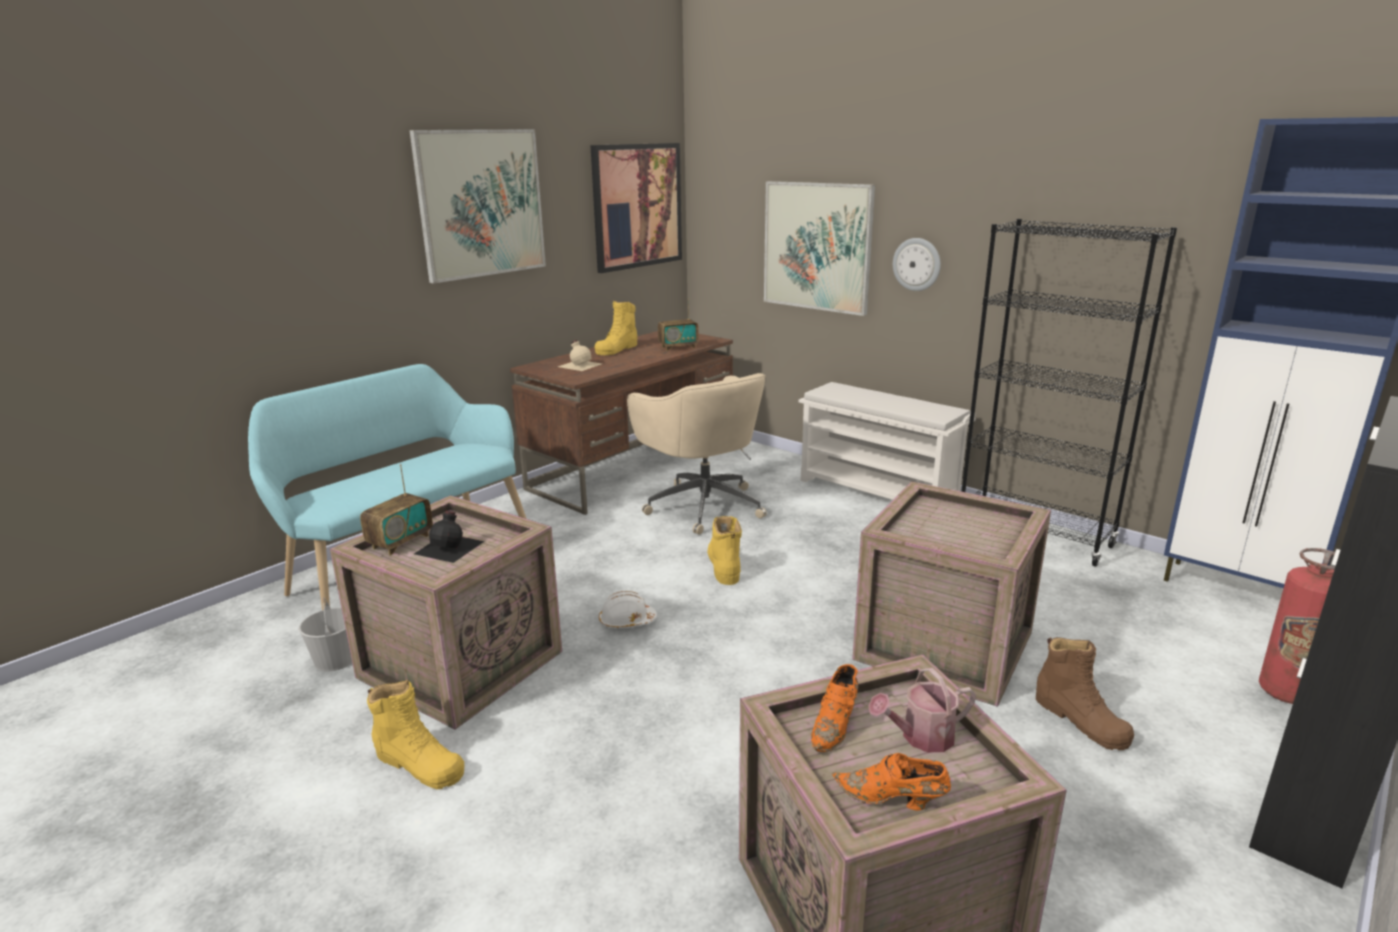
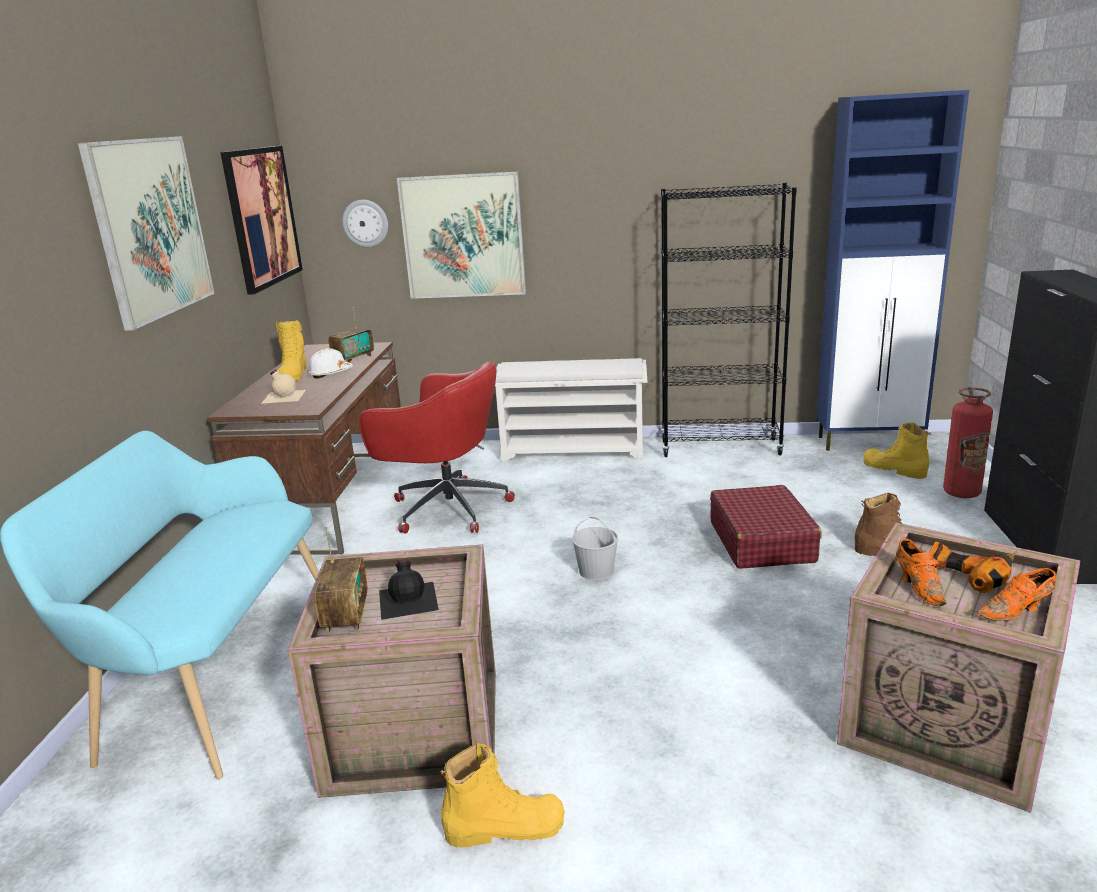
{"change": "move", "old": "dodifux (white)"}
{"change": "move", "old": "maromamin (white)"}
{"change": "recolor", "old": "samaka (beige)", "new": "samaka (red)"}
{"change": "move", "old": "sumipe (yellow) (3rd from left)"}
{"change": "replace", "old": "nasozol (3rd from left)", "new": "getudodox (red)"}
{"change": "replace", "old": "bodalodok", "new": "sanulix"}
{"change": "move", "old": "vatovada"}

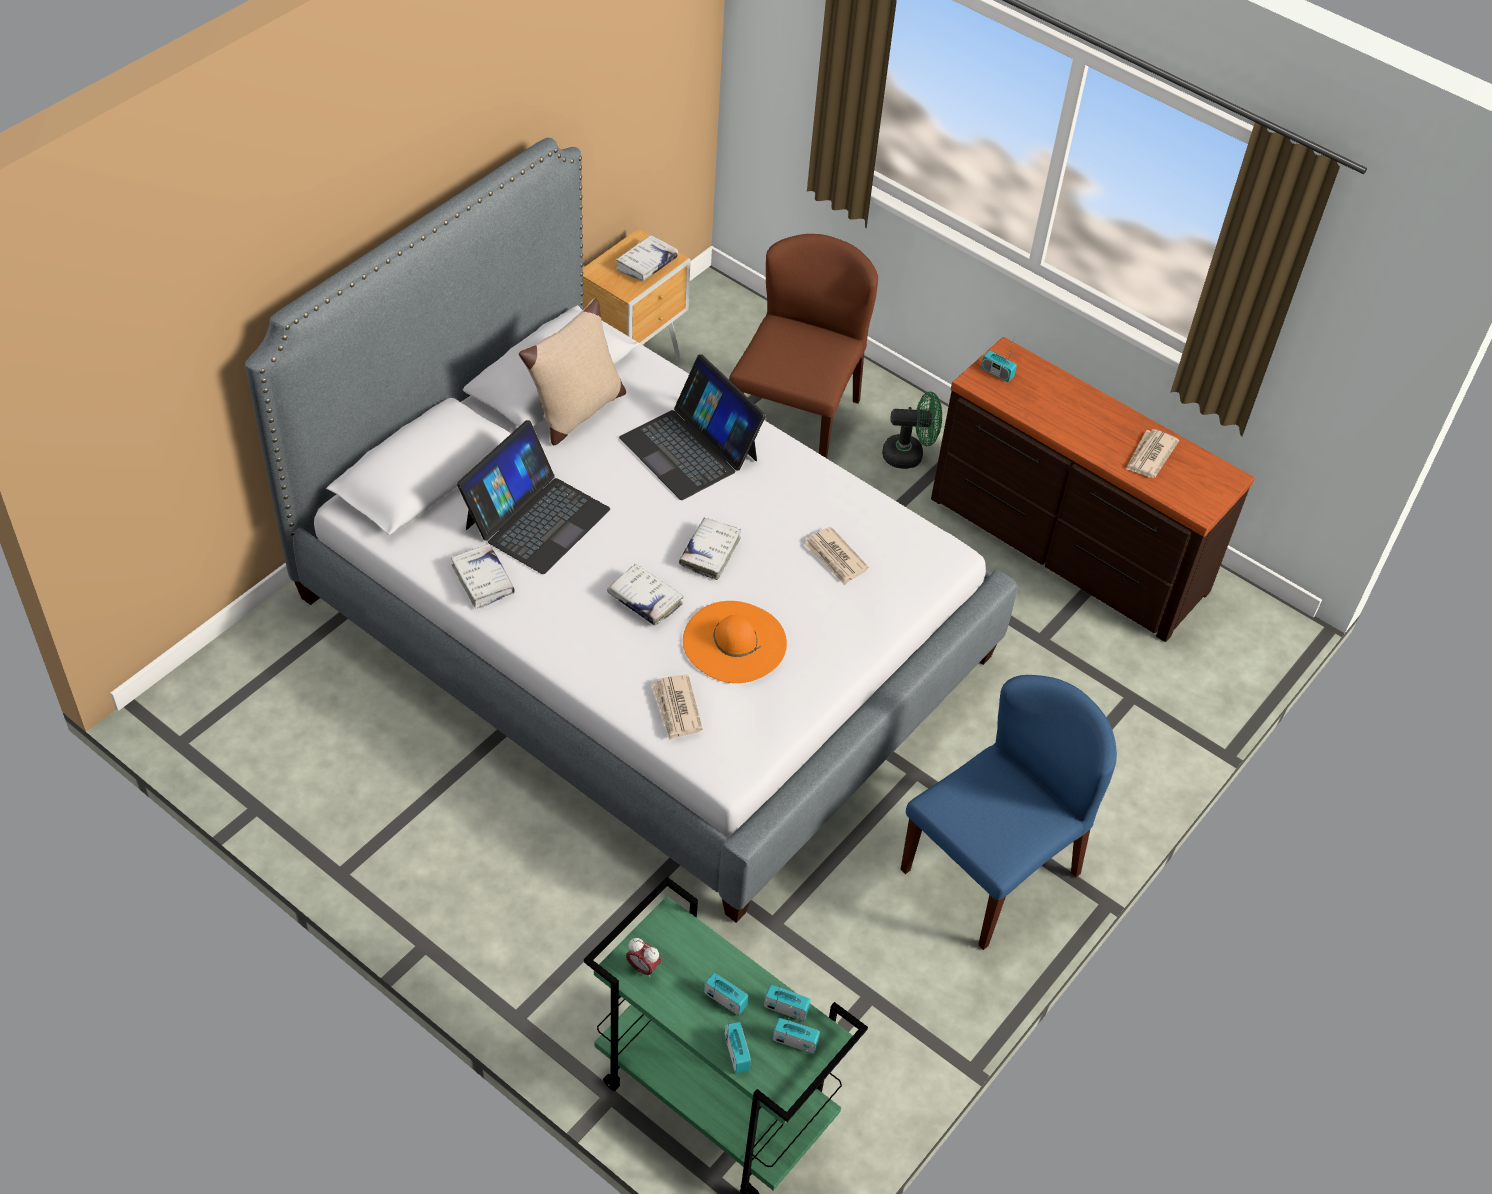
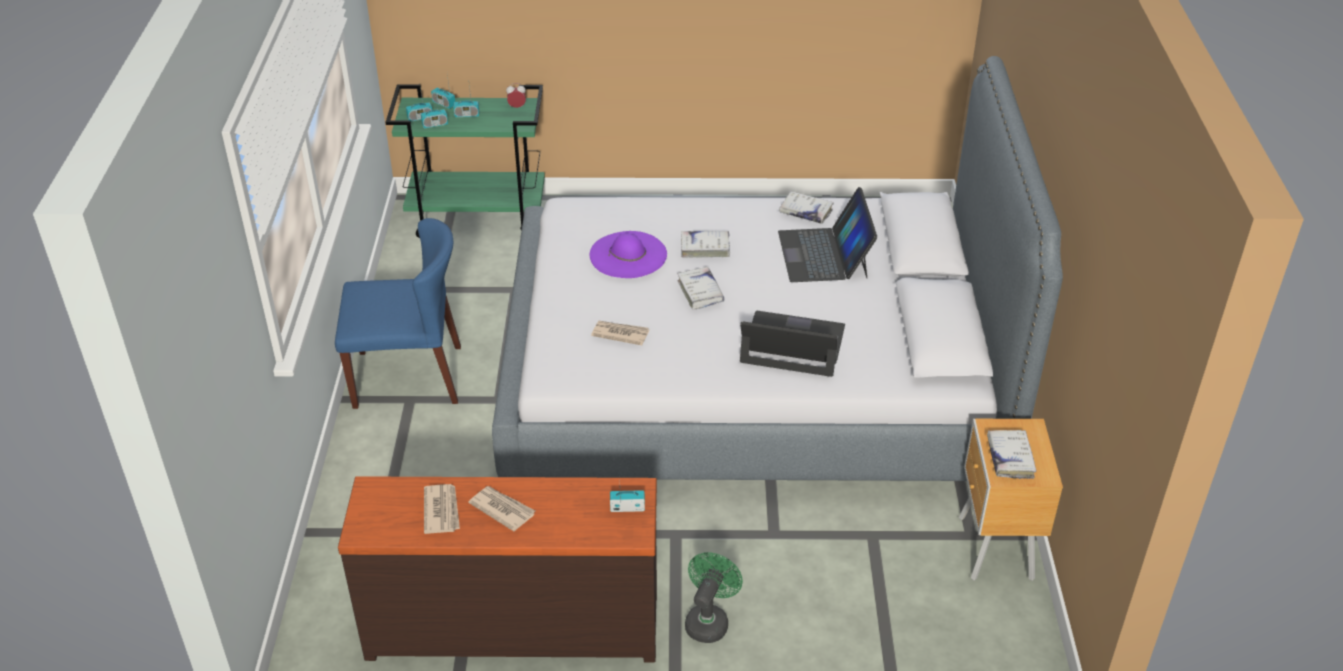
{"change": "delete", "old": "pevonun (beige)"}
{"change": "move", "old": "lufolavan (1st from left in the first image)", "new": "lufolavan (2nd from left)"}
{"change": "recolor", "old": "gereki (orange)", "new": "gereki (purple)"}
{"change": "delete", "old": "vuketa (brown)"}
{"change": "rotate", "old": "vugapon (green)", "degrees": 150}
{"change": "rotate", "old": "vuketa (blue)", "degrees": -105}

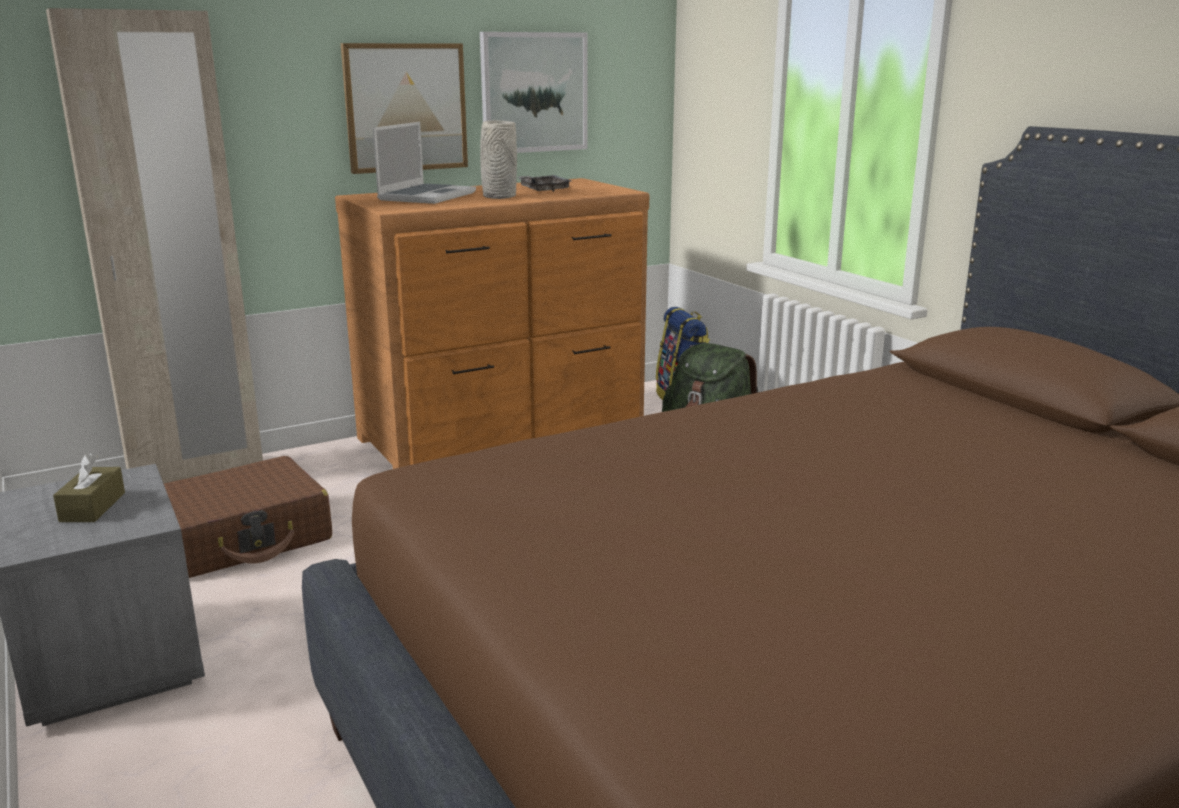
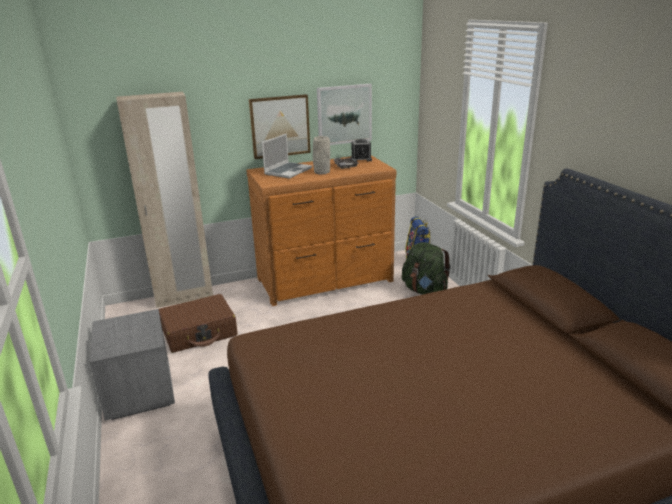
{"change": "delete", "old": "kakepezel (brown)"}
{"change": "insert", "new": "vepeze"}

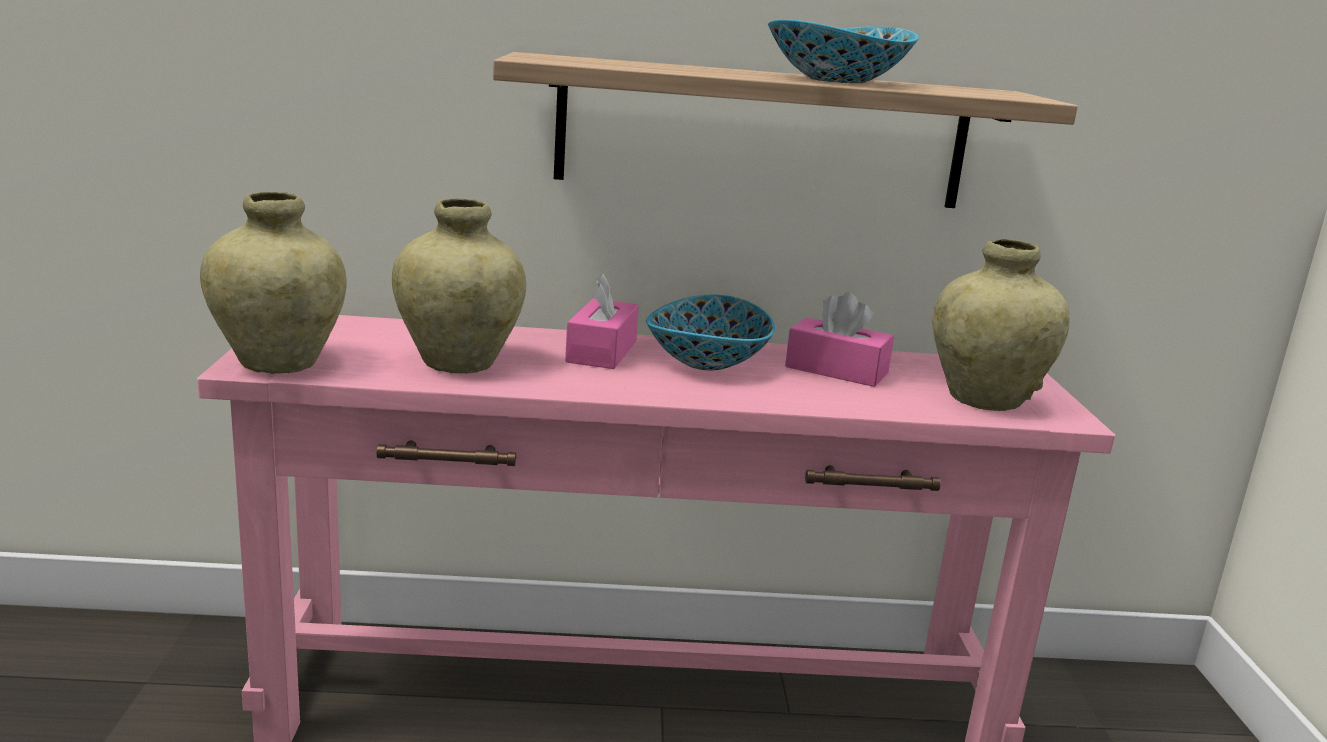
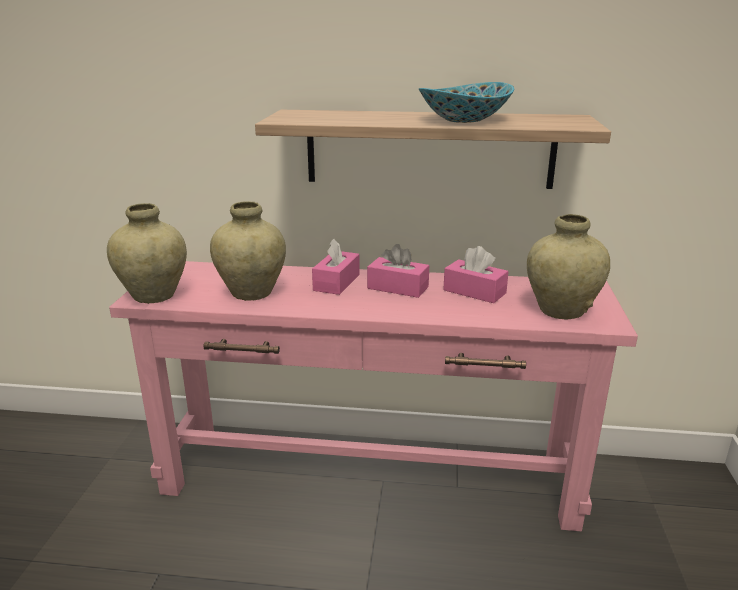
{"change": "replace", "old": "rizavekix (1st from left)", "new": "kakepezel (pink) (2nd from left)"}

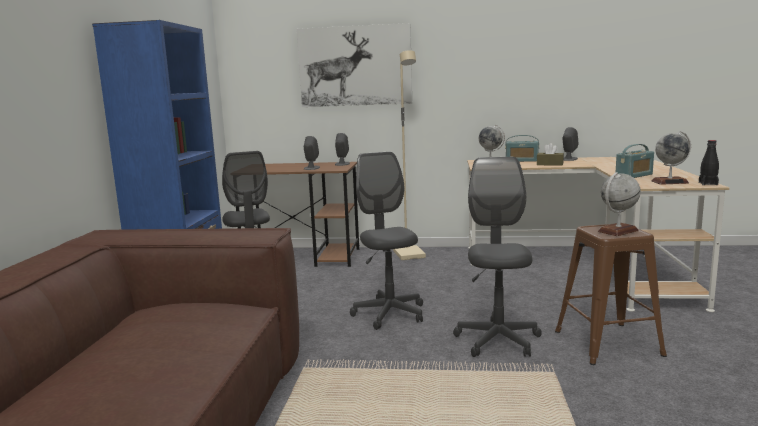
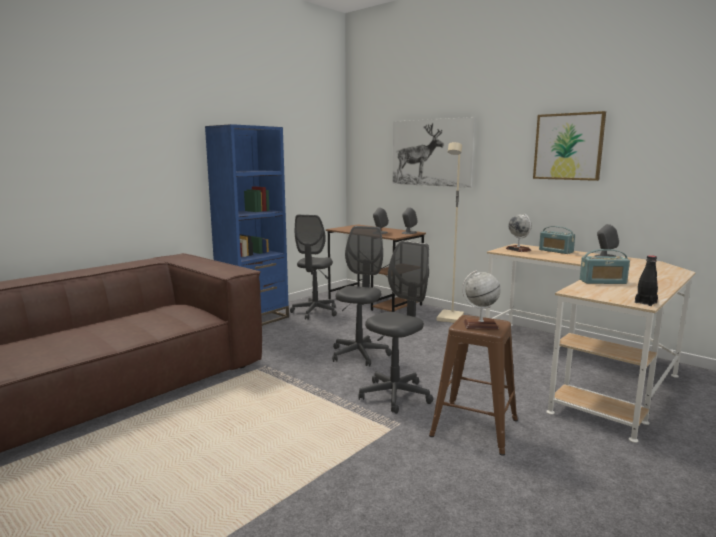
{"change": "delete", "old": "kakepezel (brown)"}
{"change": "delete", "old": "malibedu (3rd from left)"}
{"change": "insert", "new": "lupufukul (2nd from left)"}

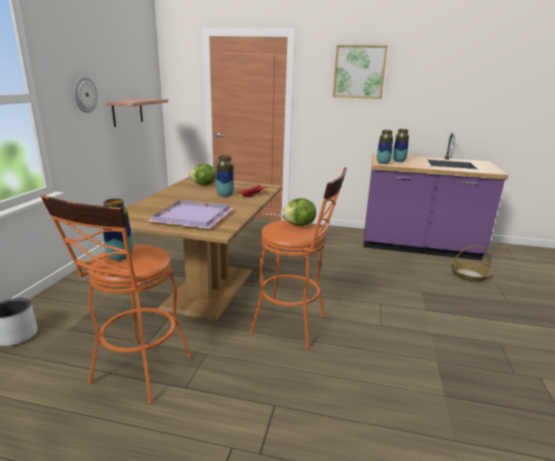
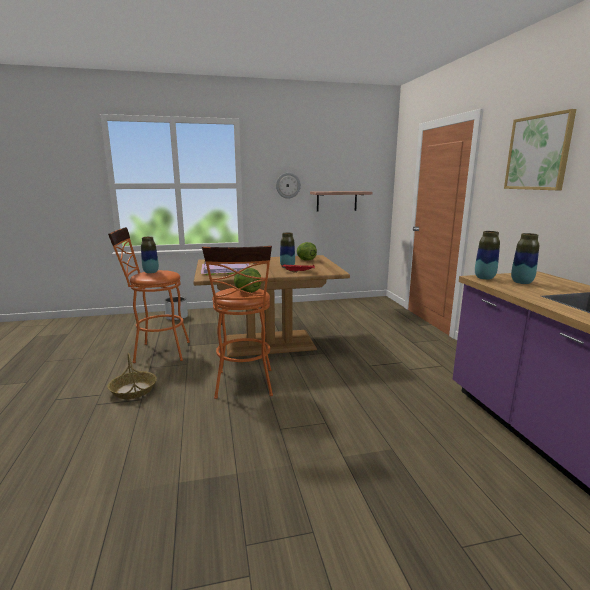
{"change": "move", "old": "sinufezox"}

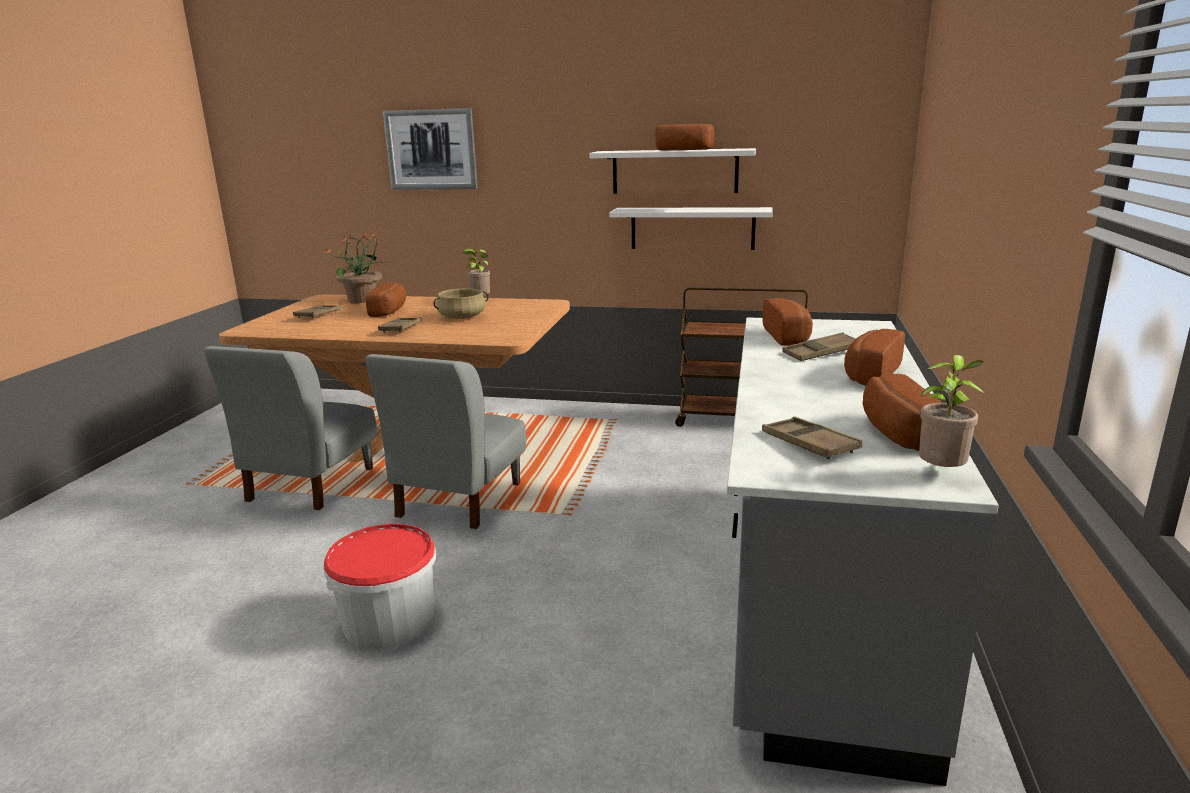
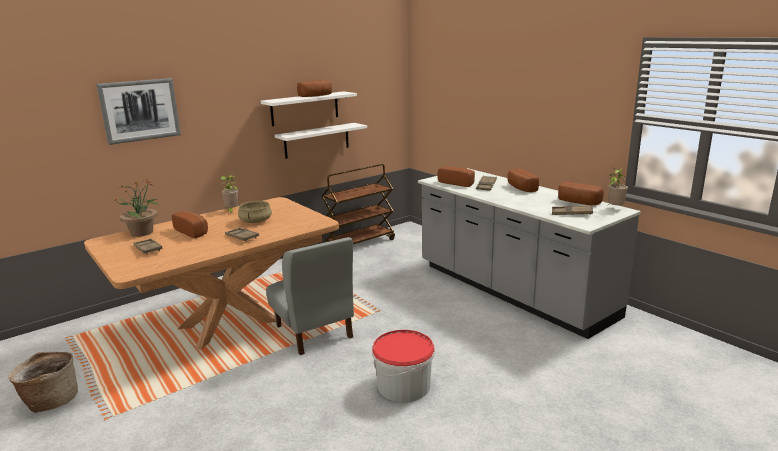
{"change": "delete", "old": "vuketa (grey) (1st from left)"}
{"change": "insert", "new": "sinufezox"}

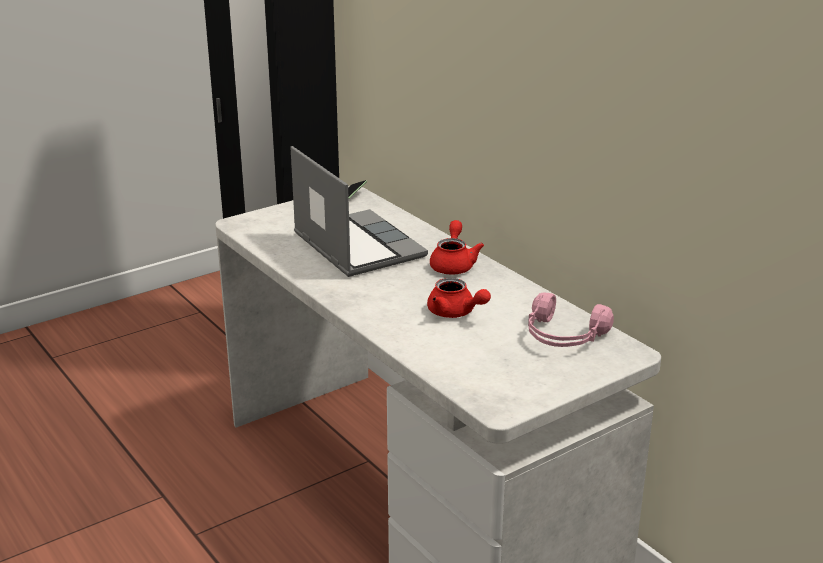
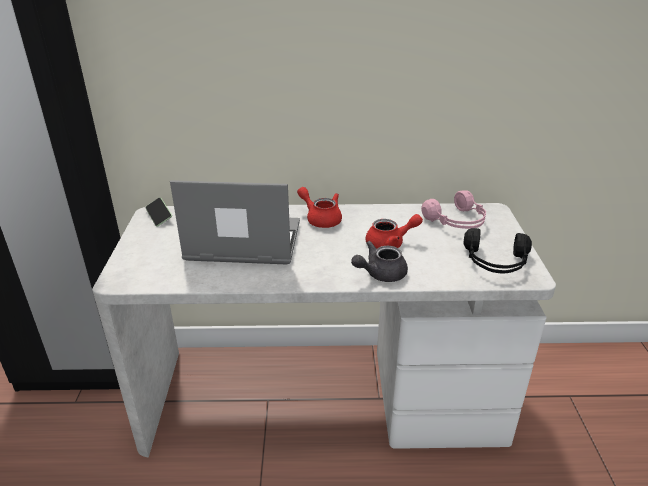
{"change": "insert", "new": "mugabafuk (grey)"}
{"change": "insert", "new": "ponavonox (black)"}

